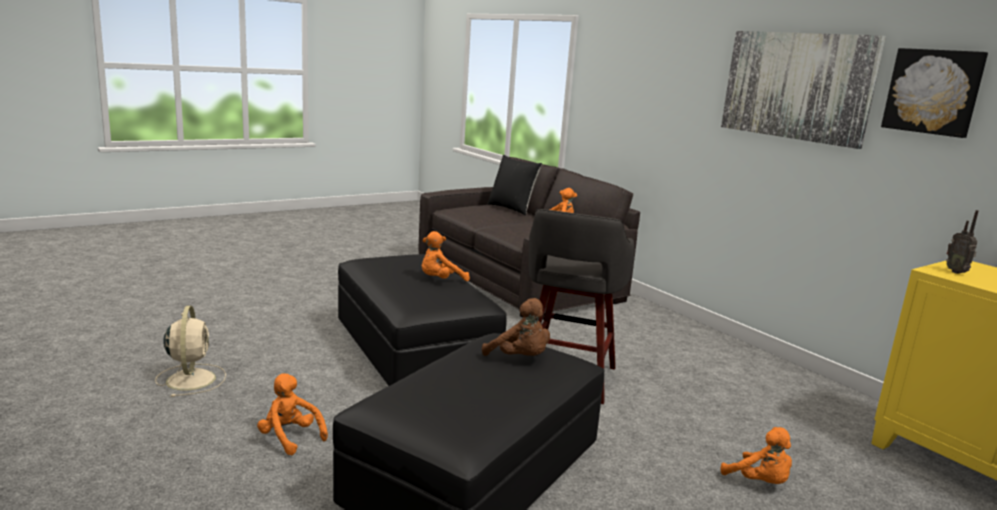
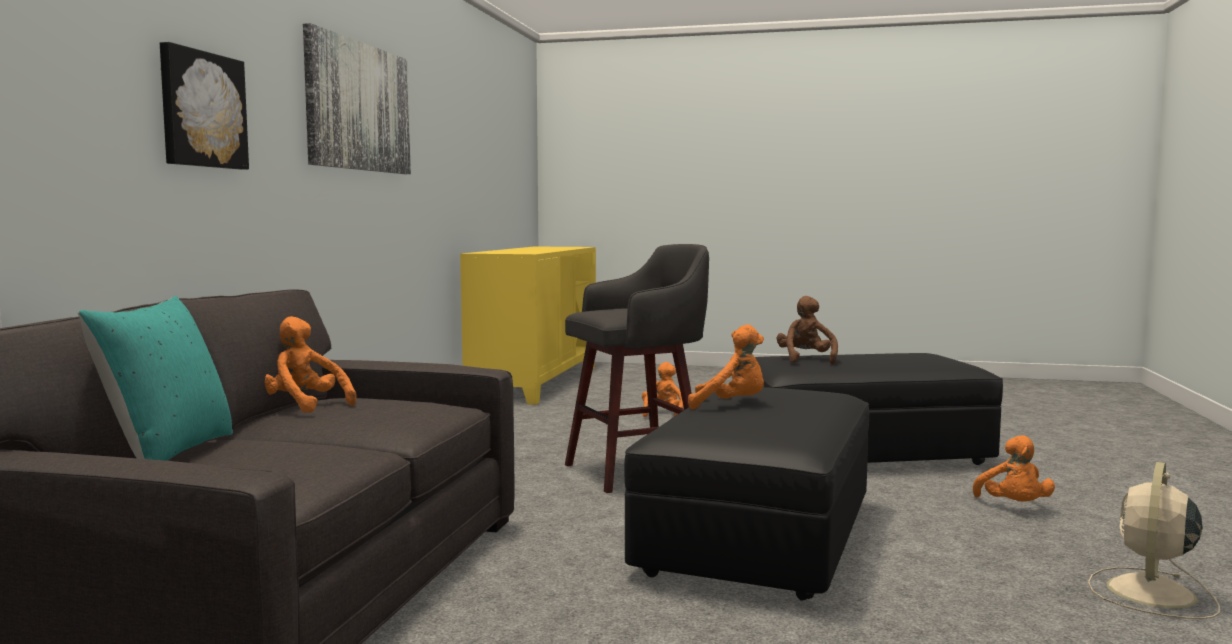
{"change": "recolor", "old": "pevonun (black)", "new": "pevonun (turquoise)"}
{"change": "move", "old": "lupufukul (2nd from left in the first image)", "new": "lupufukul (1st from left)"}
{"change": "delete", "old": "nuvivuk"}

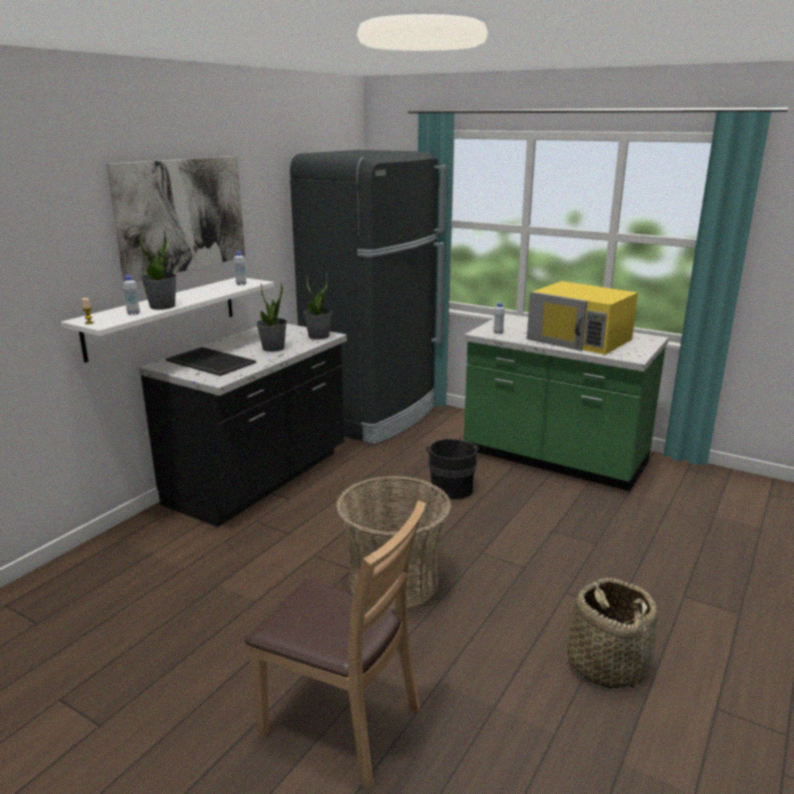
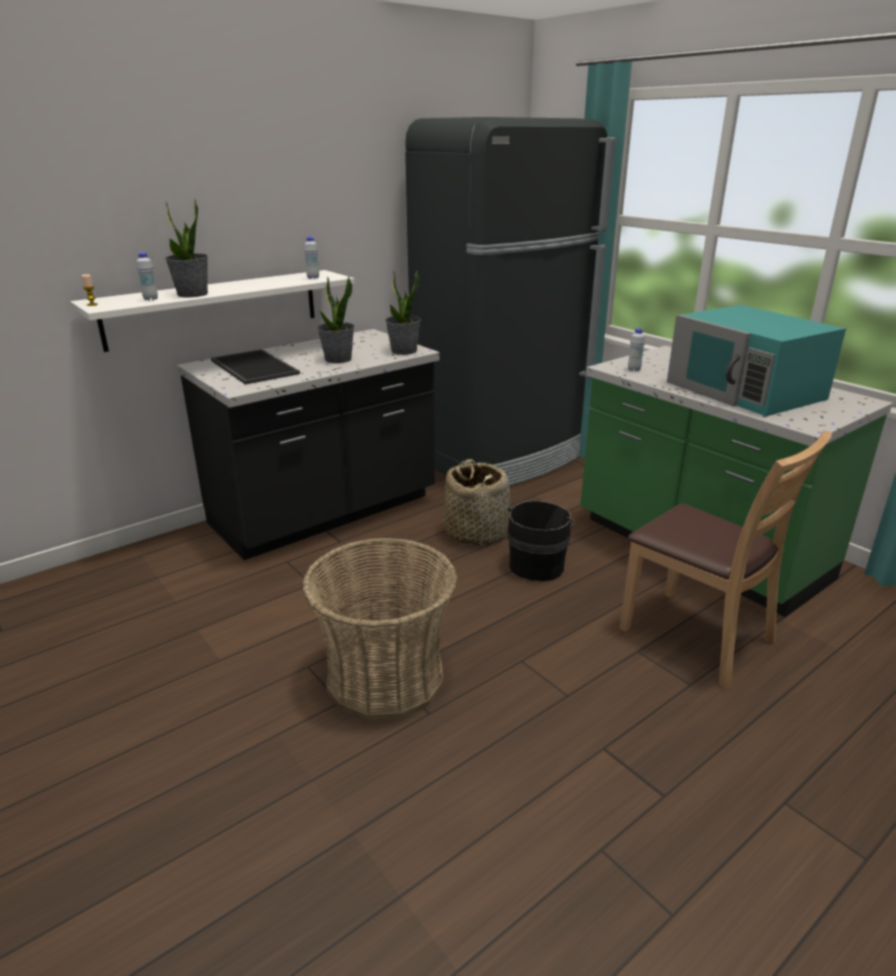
{"change": "delete", "old": "lupufukul"}
{"change": "move", "old": "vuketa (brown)"}
{"change": "recolor", "old": "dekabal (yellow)", "new": "dekabal (turquoise)"}
{"change": "move", "old": "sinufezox (2nd from left)"}

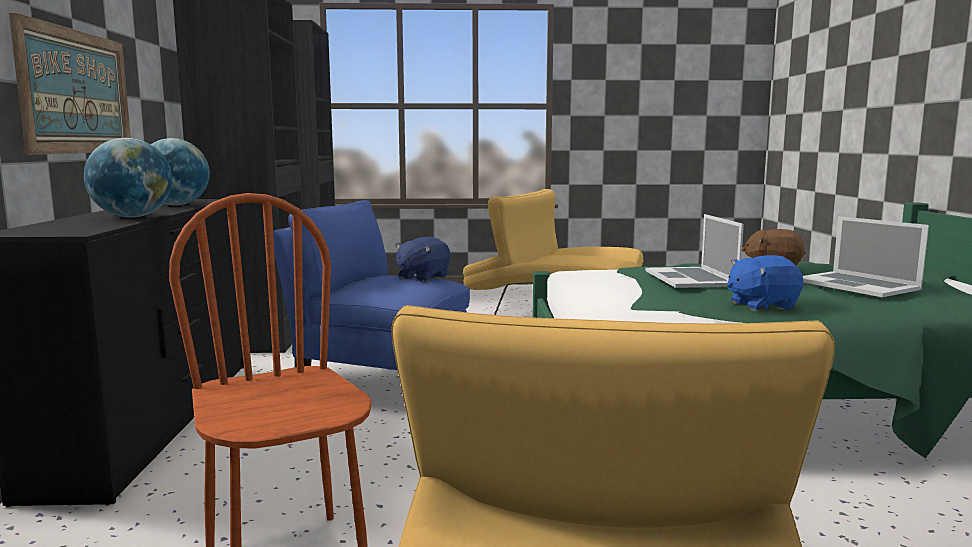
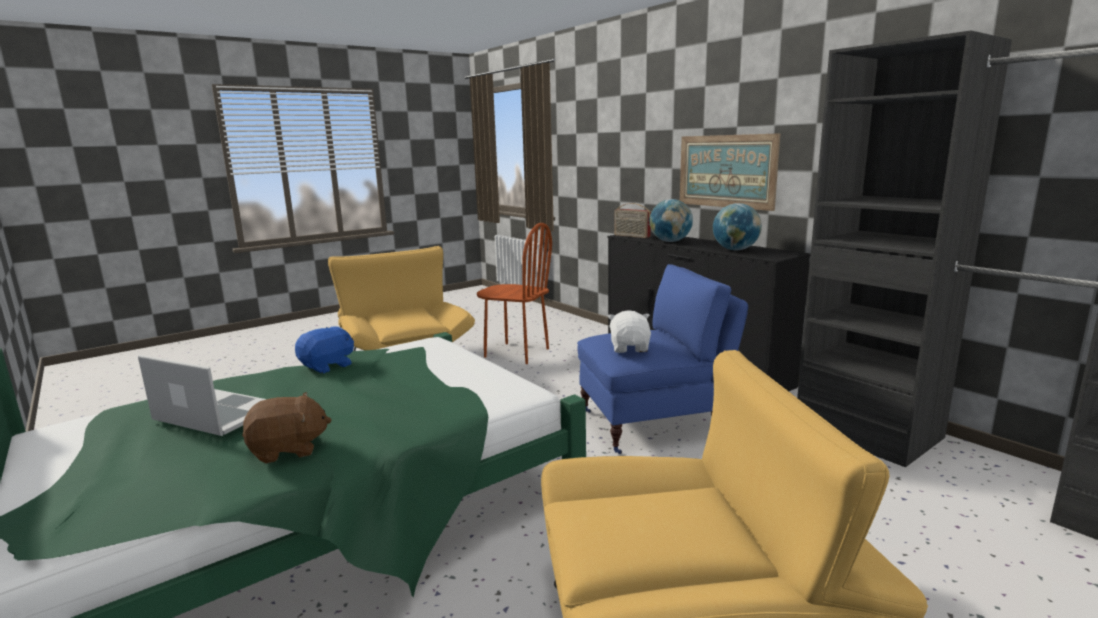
{"change": "recolor", "old": "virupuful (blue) (1st from left)", "new": "virupuful (white)"}
{"change": "delete", "old": "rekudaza (1st from left)"}
{"change": "insert", "new": "nuvivuk"}

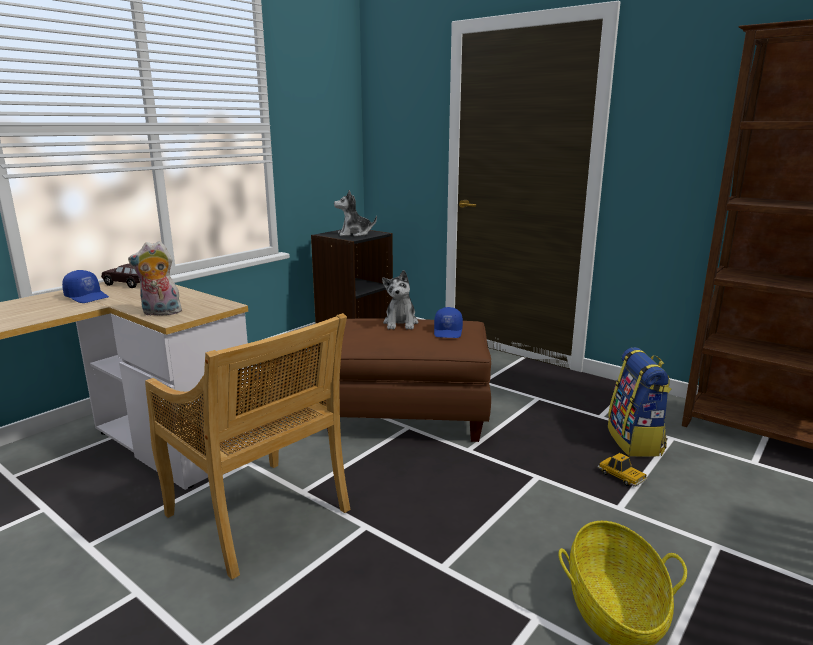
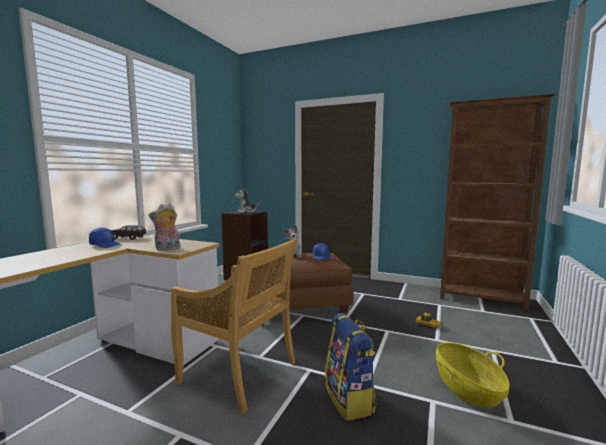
{"change": "move", "old": "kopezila"}

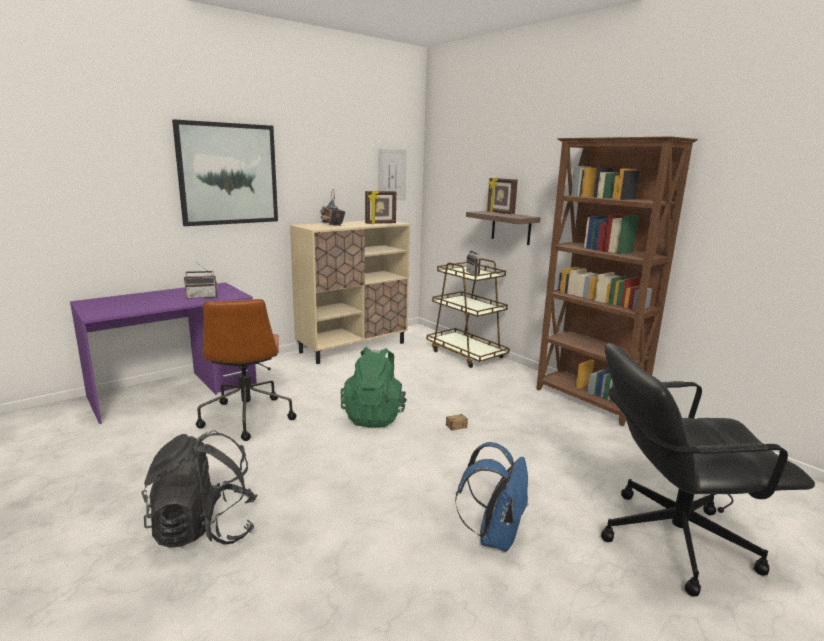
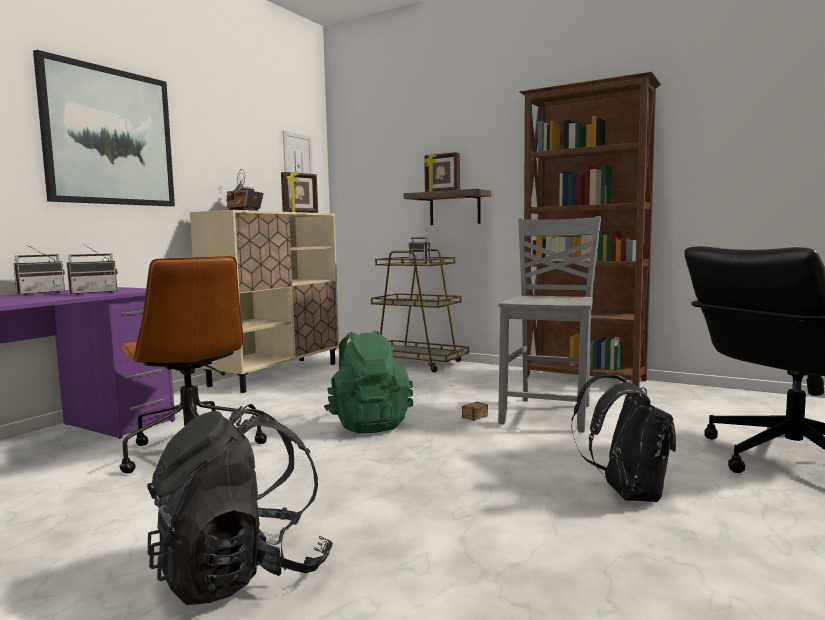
{"change": "recolor", "old": "kopezila (blue)", "new": "kopezila (black) (2nd from left)"}
{"change": "insert", "new": "nuvivuk (1st from left)"}
{"change": "insert", "new": "vuketa (grey)"}

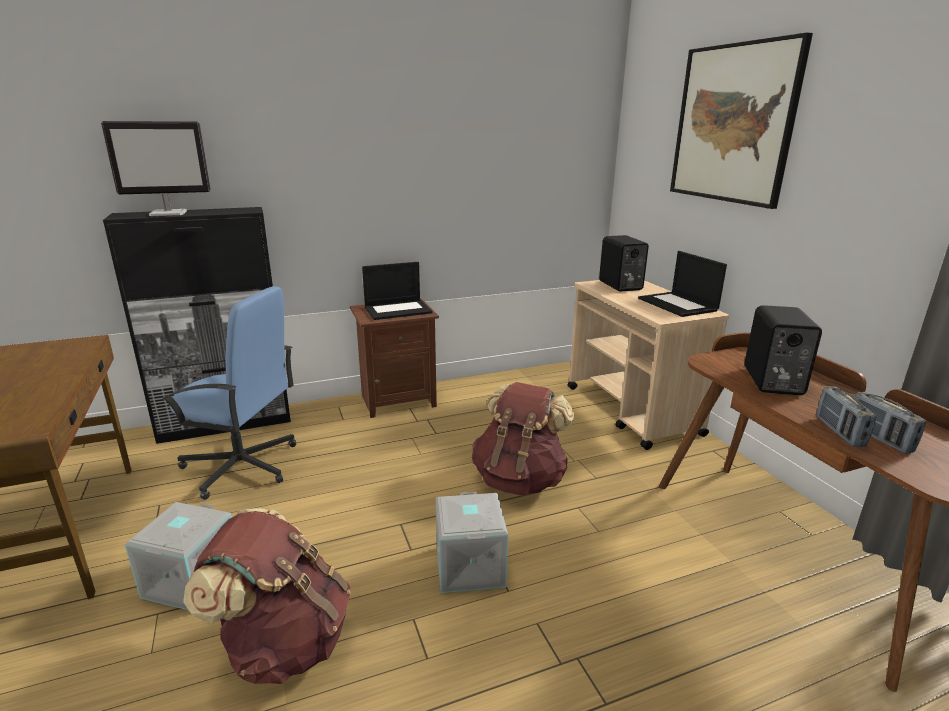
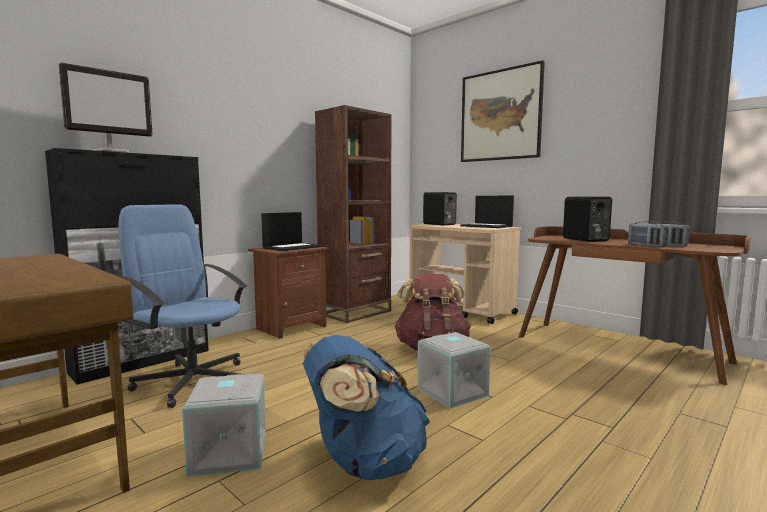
{"change": "rotate", "old": "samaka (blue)", "degrees": -135}
{"change": "recolor", "old": "kopezila (brown) (1st from left)", "new": "kopezila (blue)"}
{"change": "insert", "new": "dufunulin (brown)"}

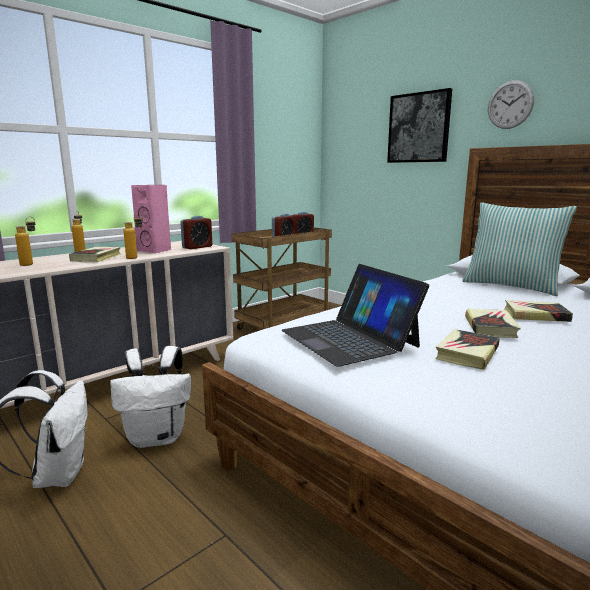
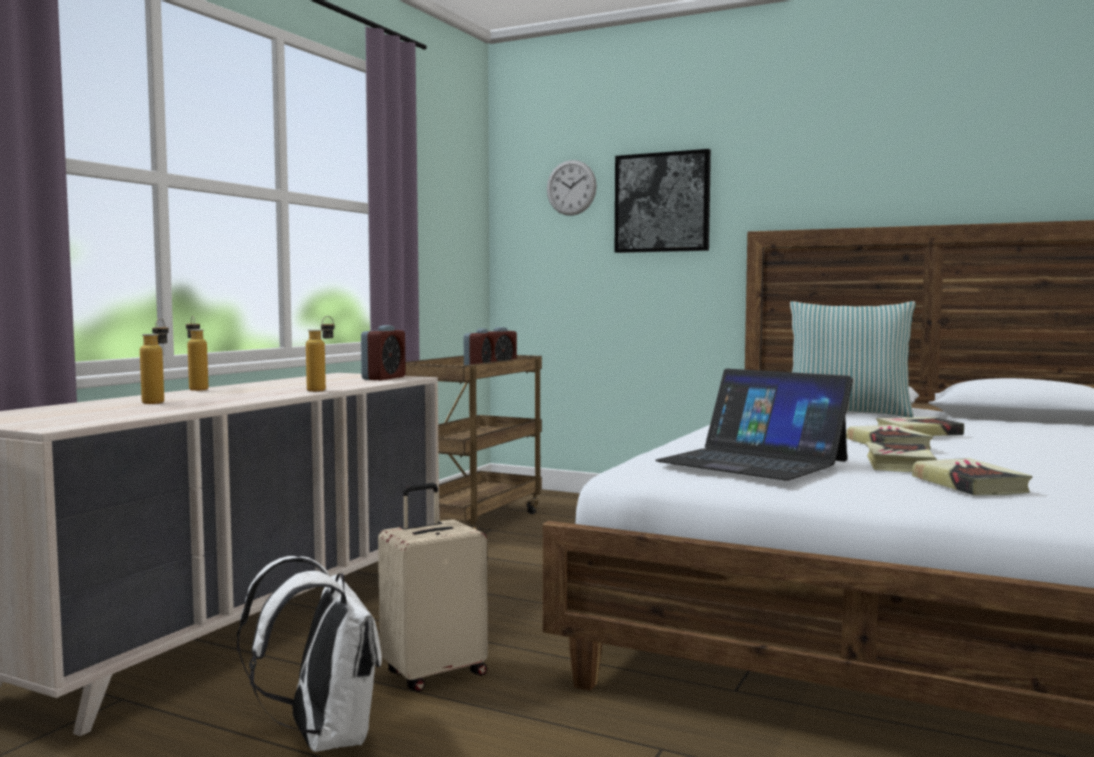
{"change": "move", "old": "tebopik (1st from left in the first image)", "new": "tebopik (4th from left)"}
{"change": "replace", "old": "kopezila (white) (2nd from left)", "new": "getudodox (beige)"}
{"change": "delete", "old": "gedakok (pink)"}
{"change": "move", "old": "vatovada"}

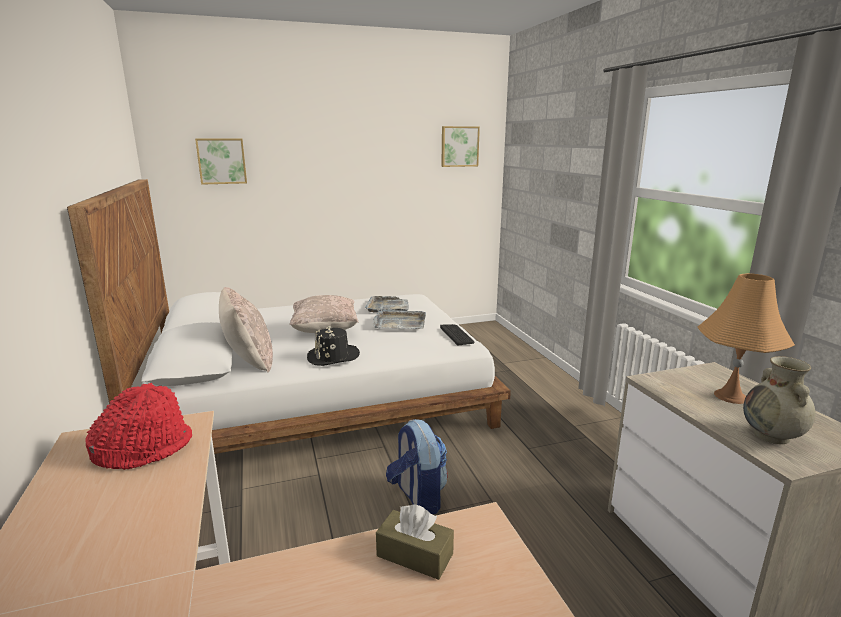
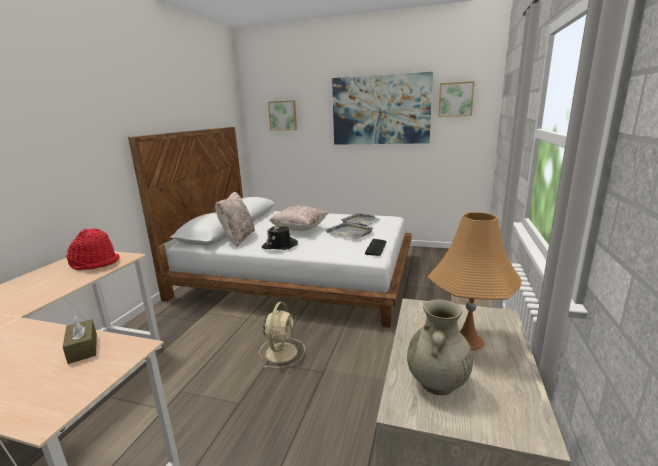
{"change": "replace", "old": "kopezila", "new": "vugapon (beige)"}
{"change": "insert", "new": "lupufukul (2nd from left)"}

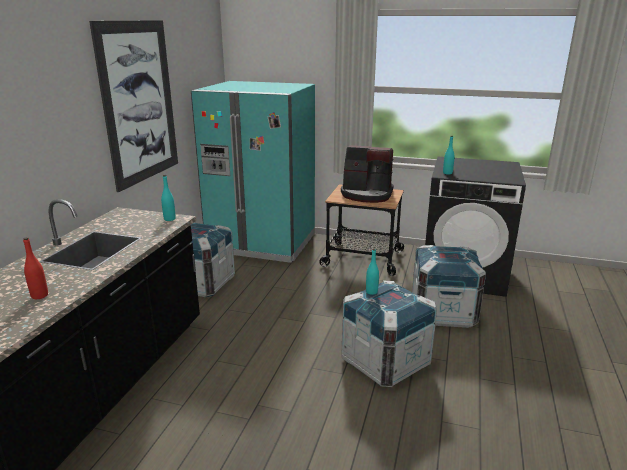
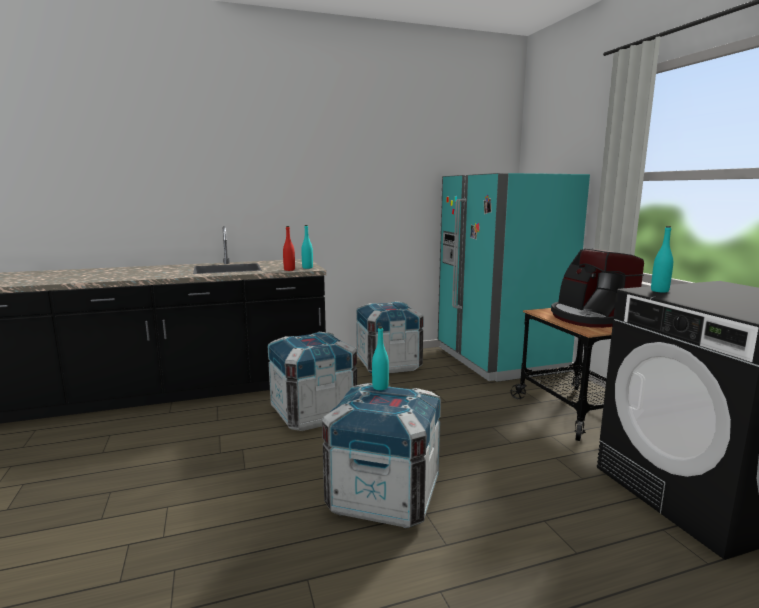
{"change": "move", "old": "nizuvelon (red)"}
{"change": "delete", "old": "lupufukul"}
{"change": "move", "old": "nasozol (3rd from left in the first image)", "new": "nasozol (1st from left)"}

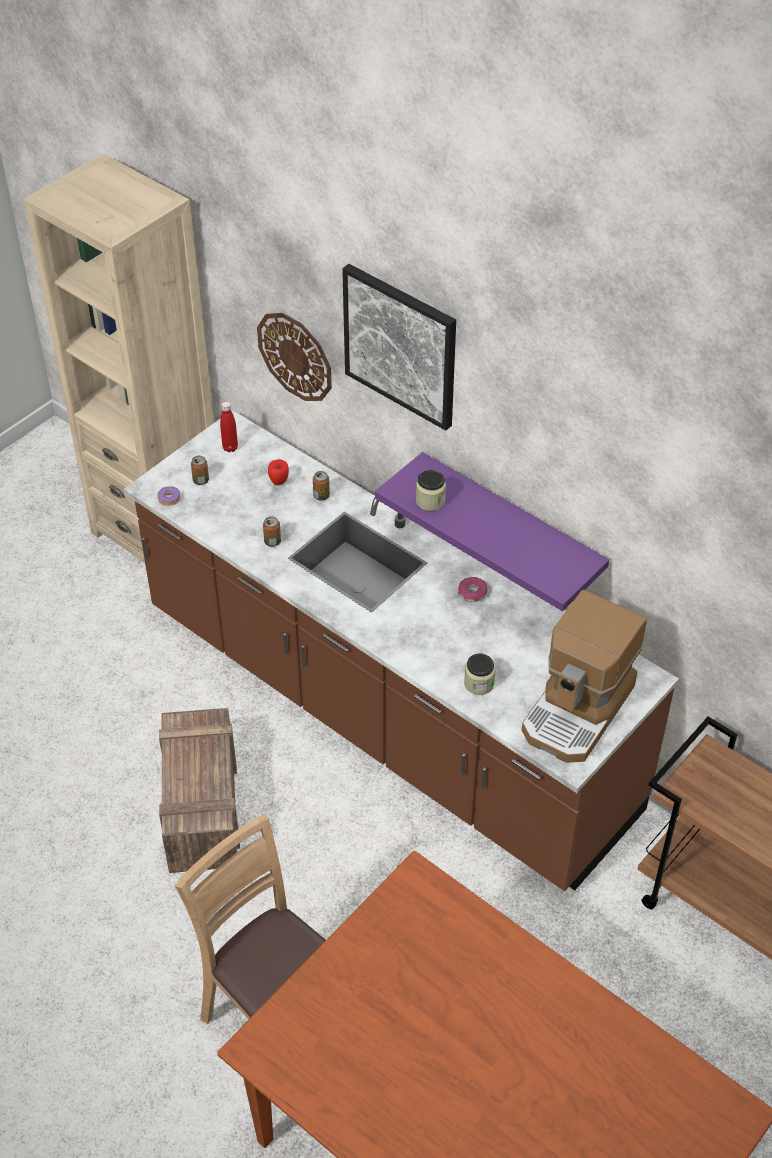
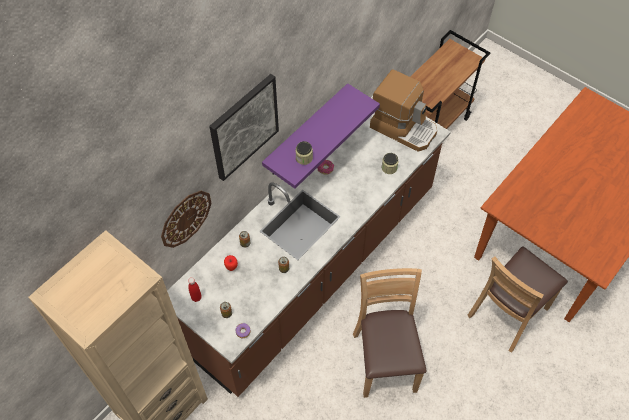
{"change": "replace", "old": "nasozol", "new": "vuketa (brown) (1st from left)"}

